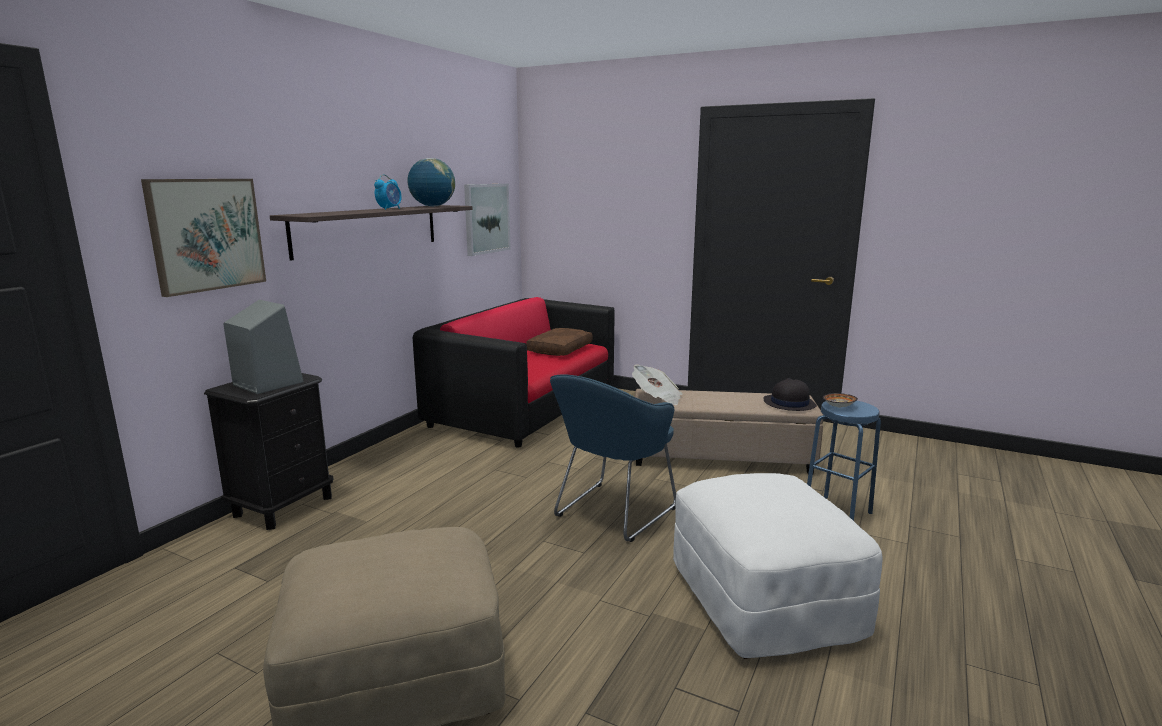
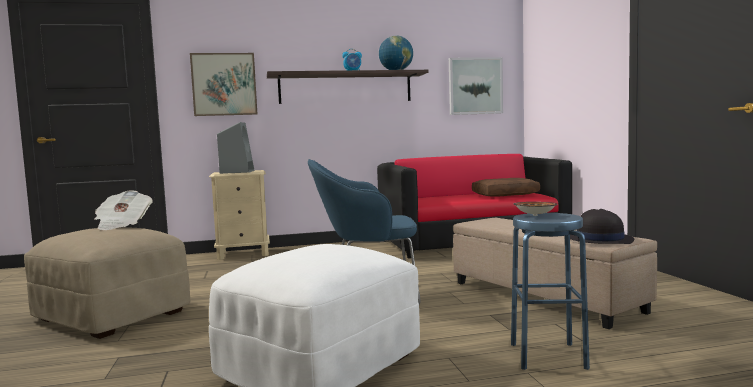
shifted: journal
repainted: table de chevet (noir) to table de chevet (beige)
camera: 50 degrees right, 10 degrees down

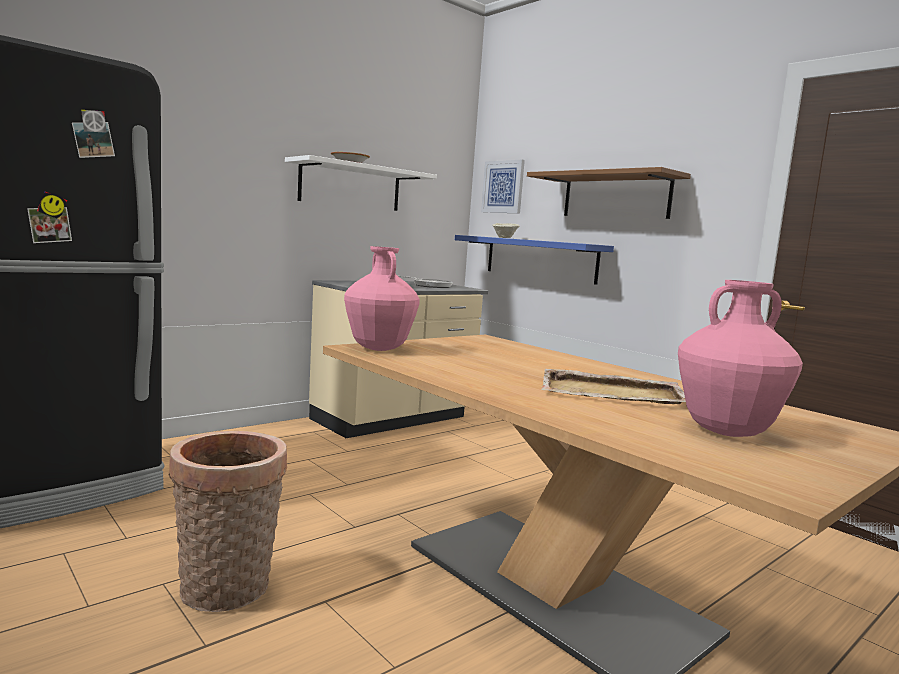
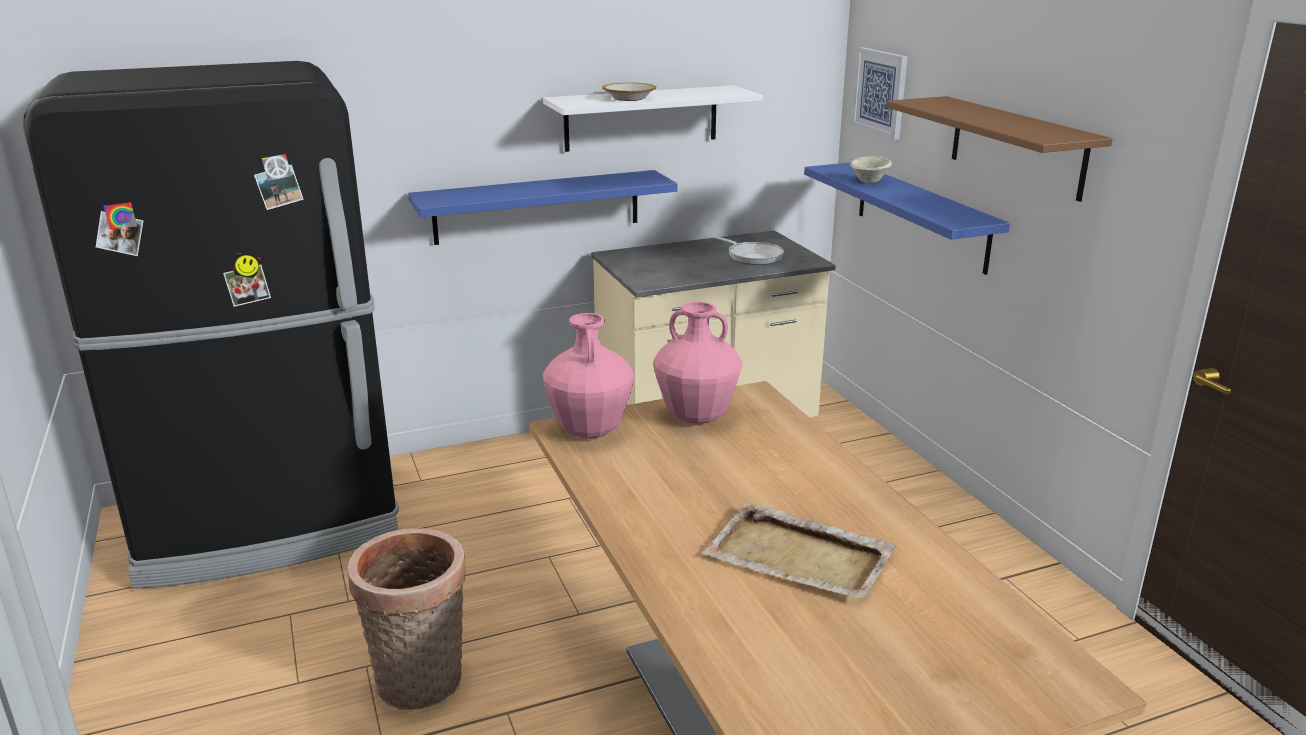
new: étagère (bleu) (no. 1 from left)
shifted: vase (rose) (no. 2 from left)
camera: 20 degrees right, 15 degrees up

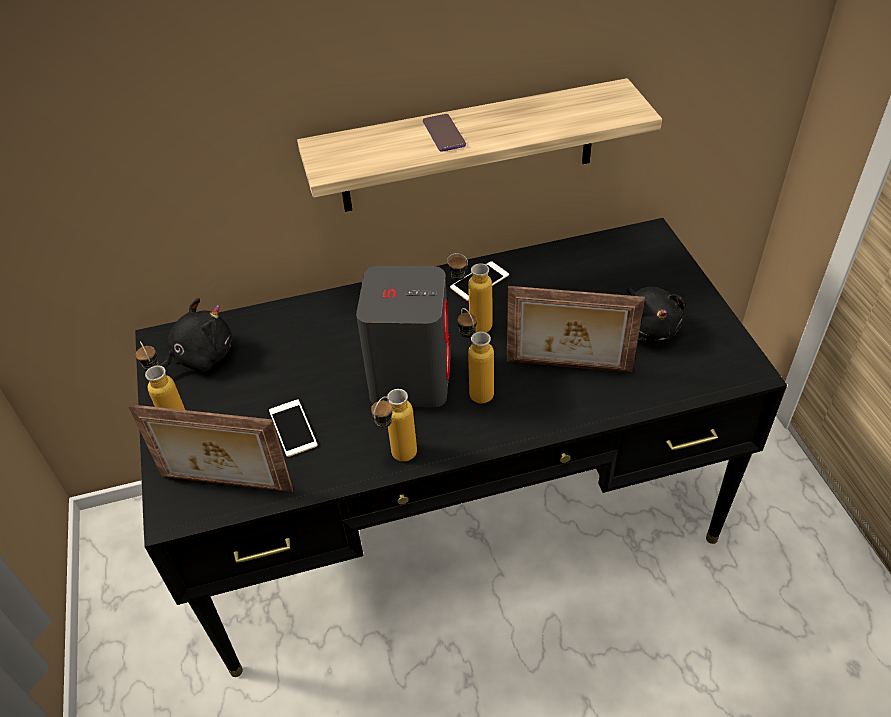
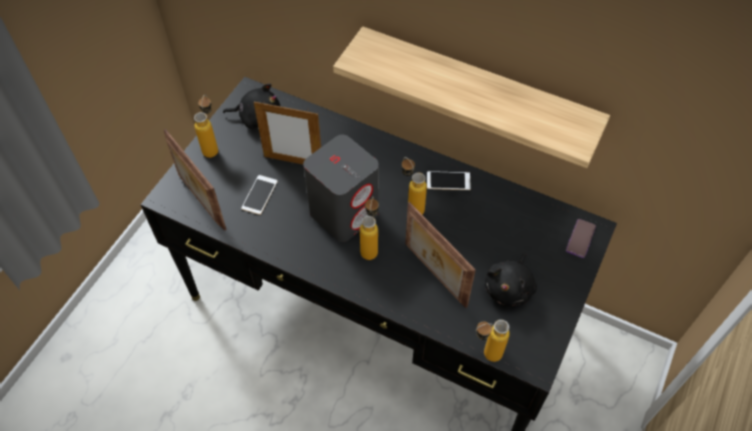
new: cadre photo (no. 2 from left)
shifted: bouteille (no. 2 from left in the first image) to bouteille (no. 4 from left); téléphone (no. 2 from left in the first image) to téléphone (no. 3 from left)
camera: 40 degrees right, 10 degrees up

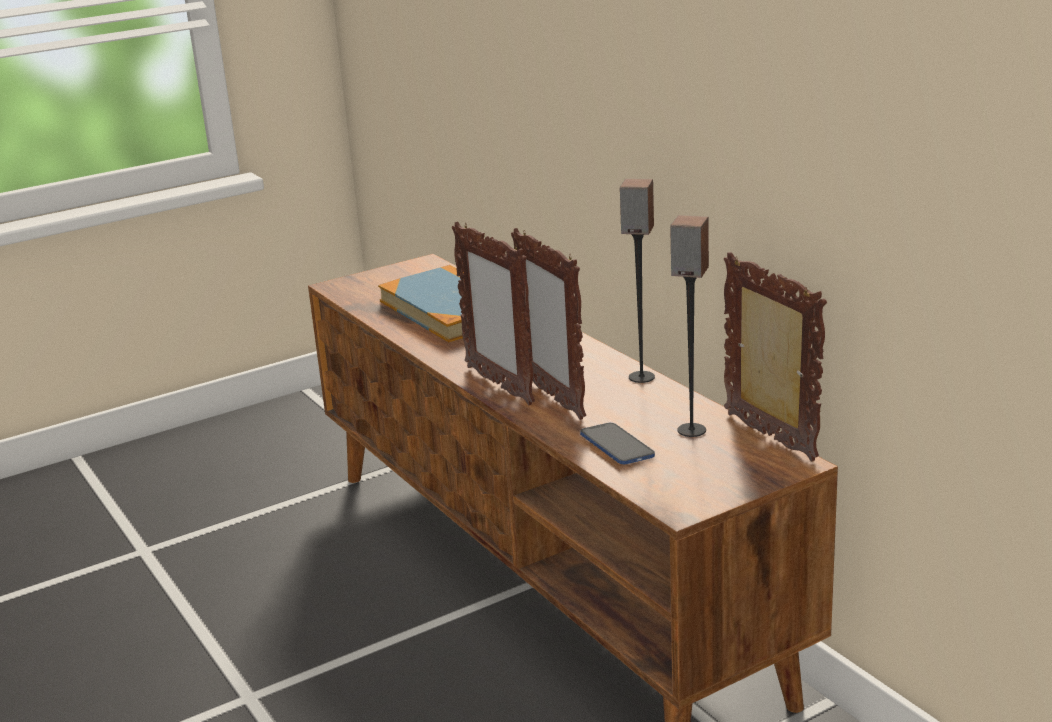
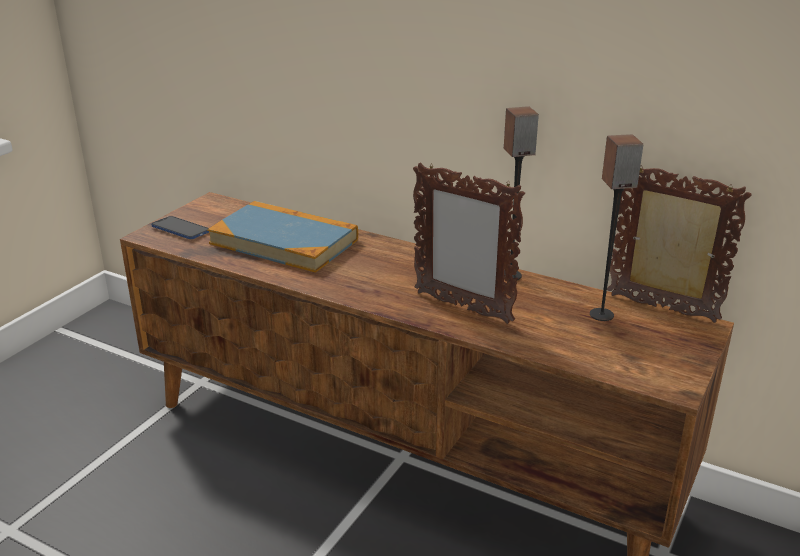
gone: cadre photo (no. 1 from left)
shifted: téléphone
camera: 30 degrees left, 5 degrees up

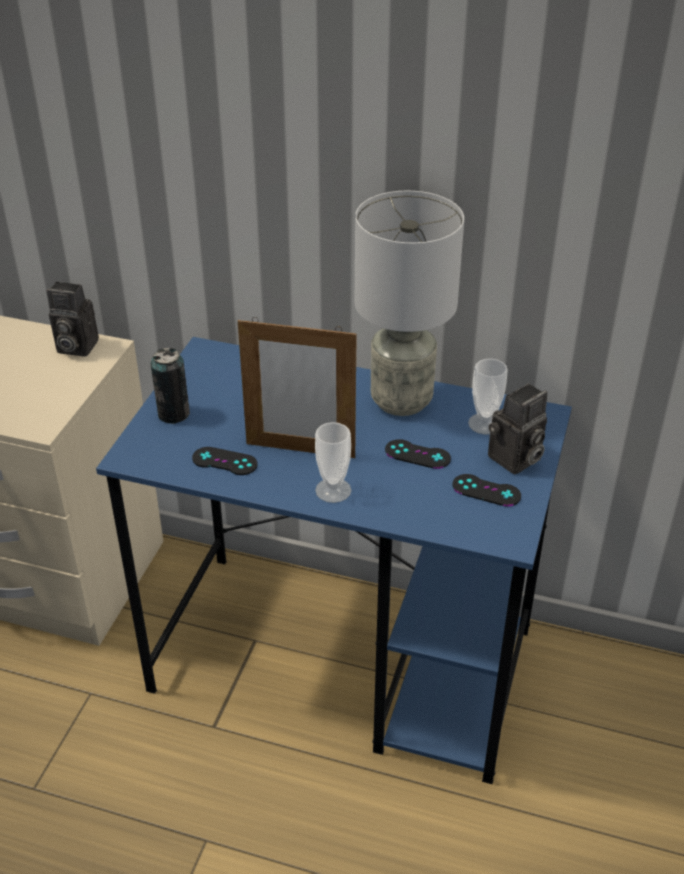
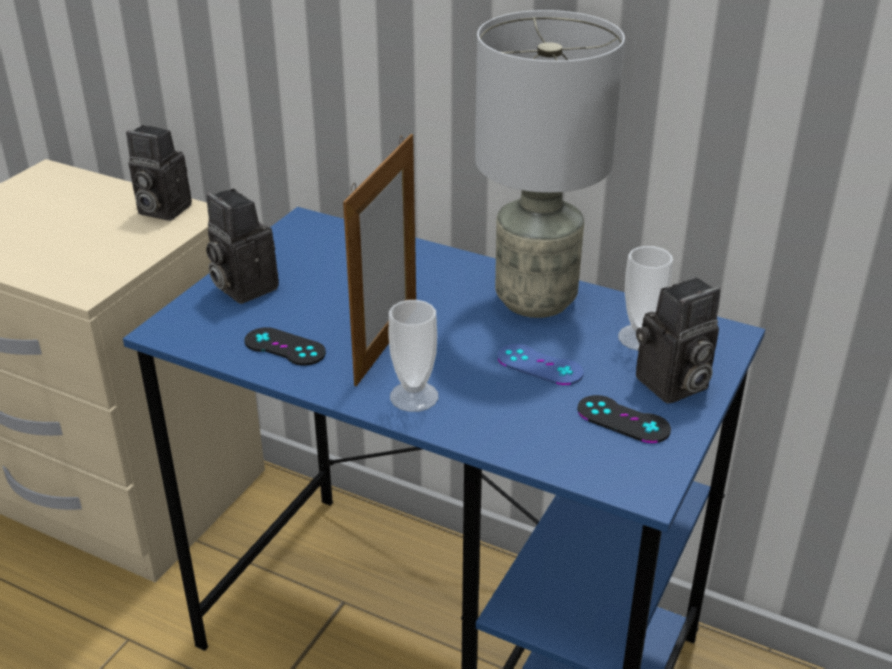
swapped: boîte métallique to appareil photo (no. 2 from left)
repainted: manette (noir) (no. 2 from left) to manette (bleu)
rotated: cadre photo 90 degrees counterclockwise
camera: 10 degrees right, 5 degrees down

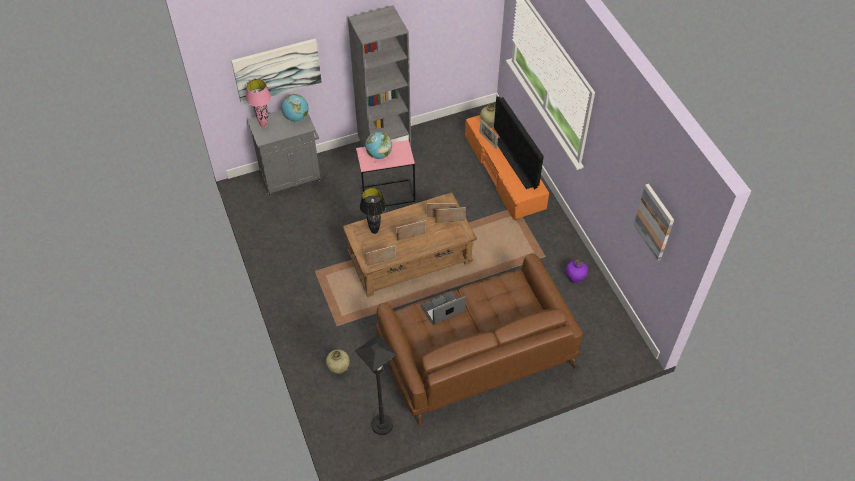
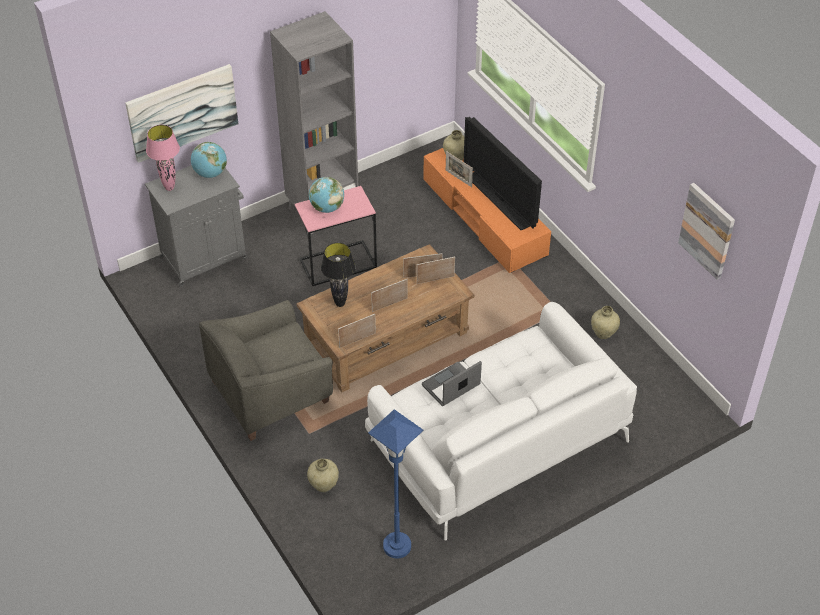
new: fauteuil (gris)
repainted: lampadaire (noir) to lampadaire (bleu); canapé (marron) to canapé (blanc); vase (violet) to vase (beige) (no. 3 from left)
camera: 10 degrees left, 5 degrees down

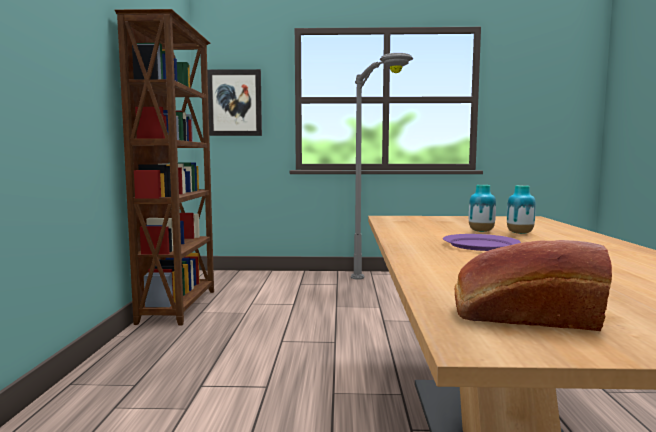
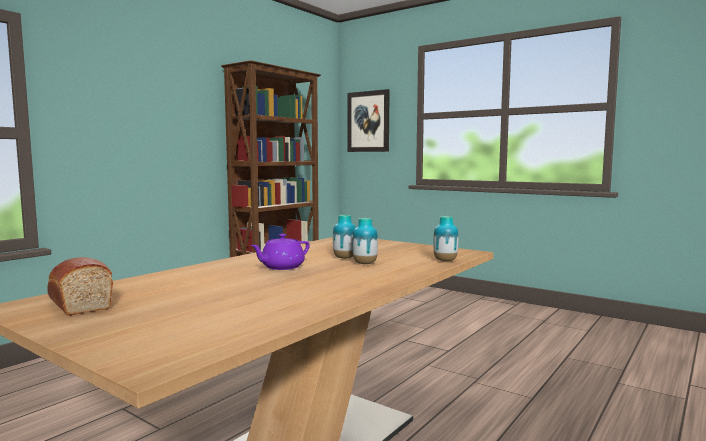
gone: lampadaire (gris)
new: vase (no. 3 from left)
swapped: assiette (violet) to théière (violet)
camera: 35 degrees right, 0 degrees up

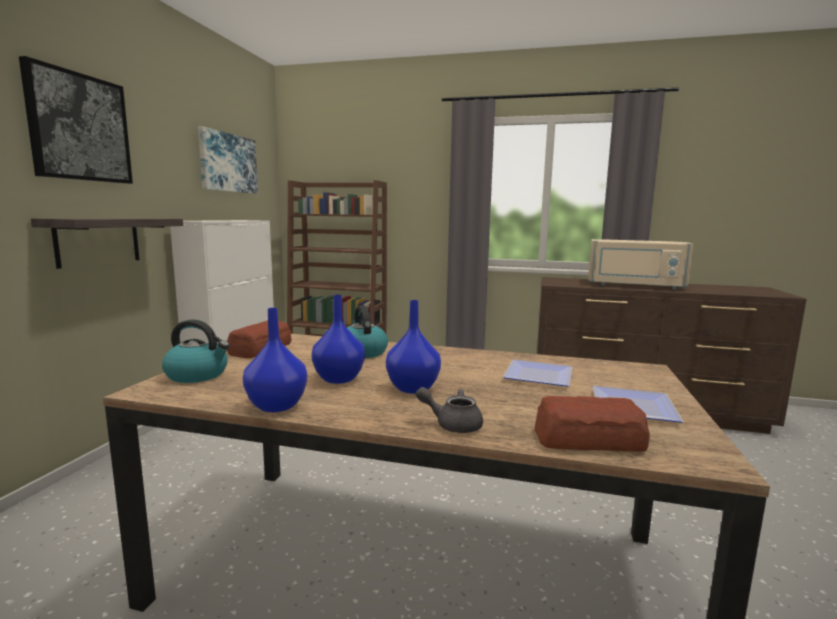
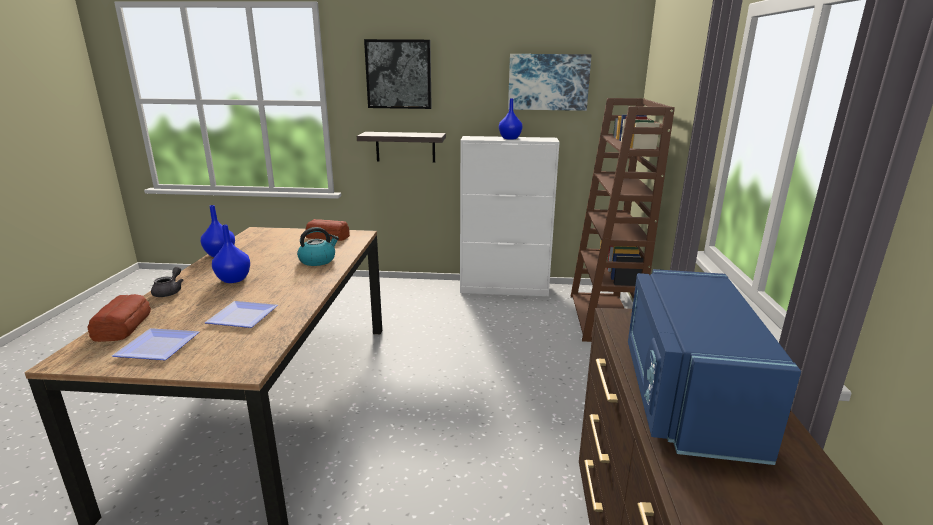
gone: bouilloire (no. 1 from left)
shifted: vase (bleu) (no. 2 from left in the first image) to vase (bleu) (no. 3 from left)
repainted: micro-ondes (beige) to micro-ondes (bleu)
camera: 80 degrees right, 10 degrees up

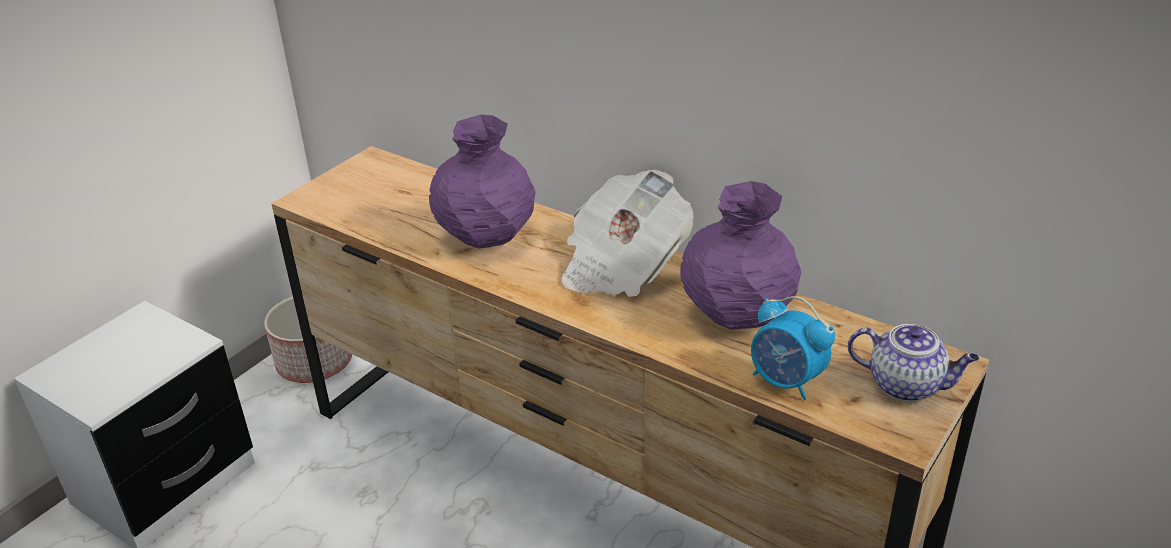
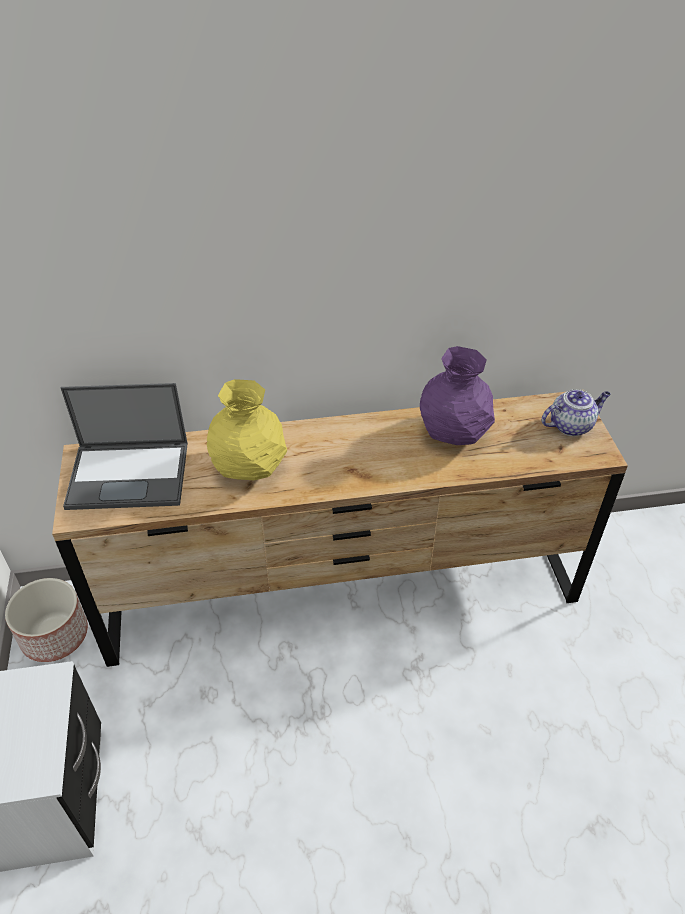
gone: journal; réveil
new: ordinateur portable
repainted: vase (violet) (no. 1 from left) to vase (jaune)
camera: 45 degrees left, 10 degrees up

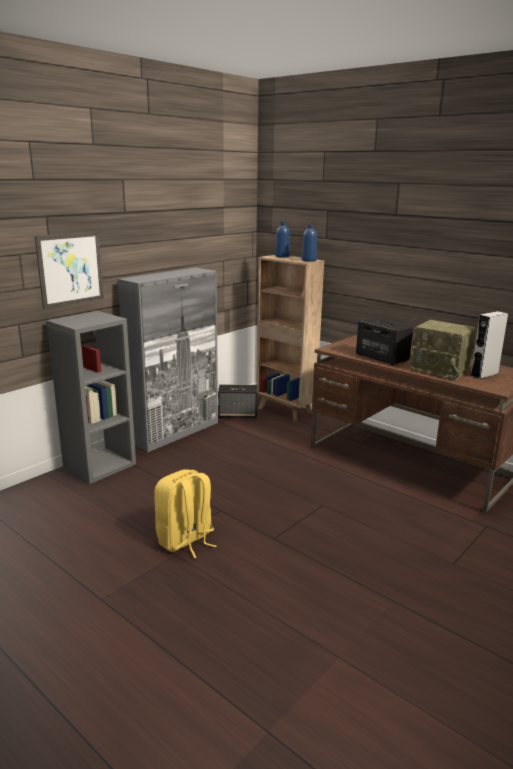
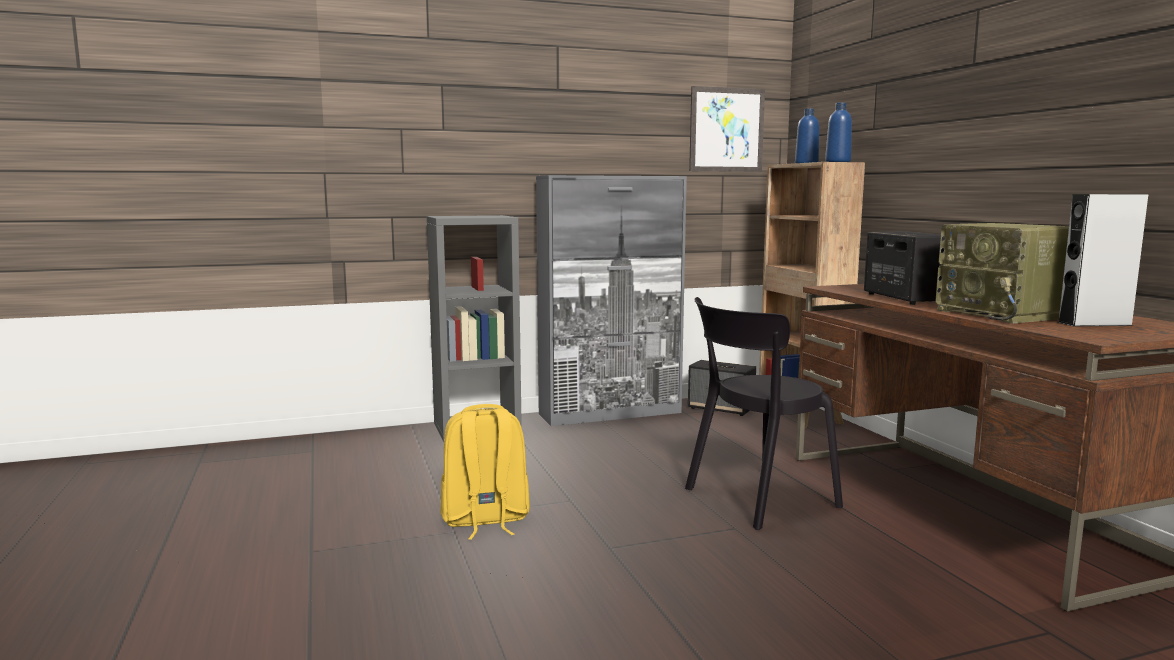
new: chaise (noir)
shifted: tableau
camera: 30 degrees right, 10 degrees down

